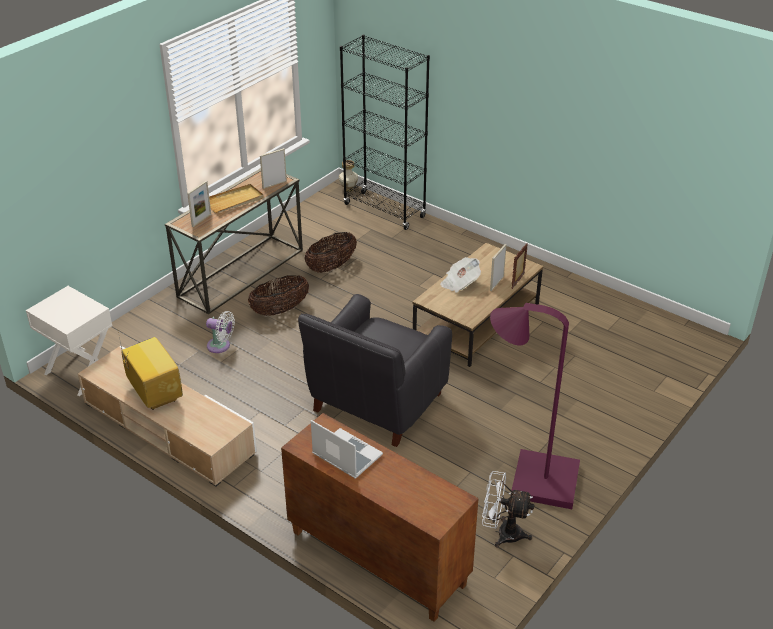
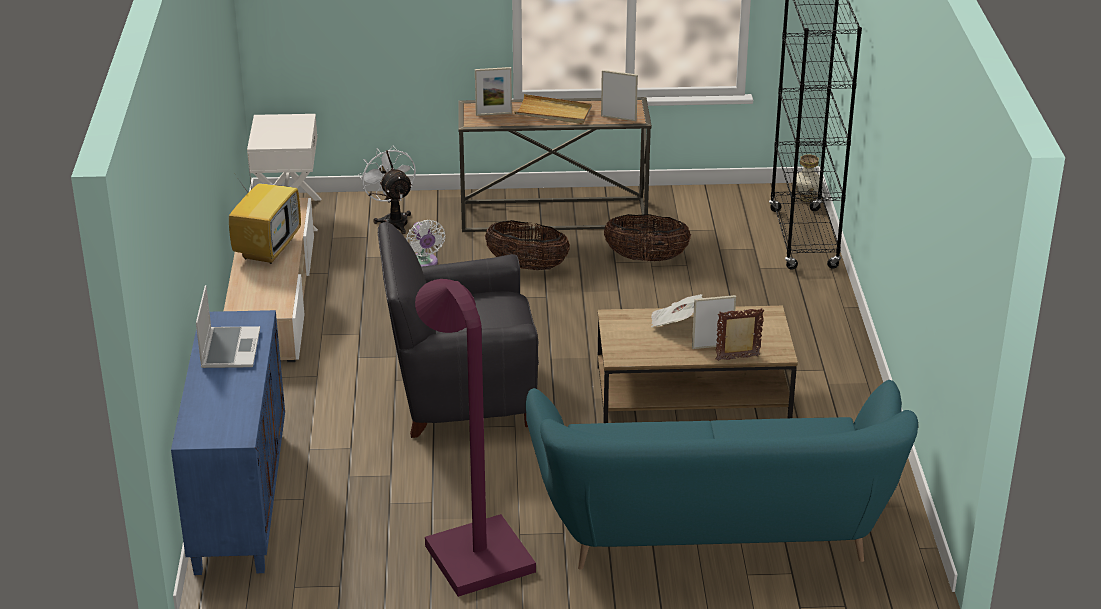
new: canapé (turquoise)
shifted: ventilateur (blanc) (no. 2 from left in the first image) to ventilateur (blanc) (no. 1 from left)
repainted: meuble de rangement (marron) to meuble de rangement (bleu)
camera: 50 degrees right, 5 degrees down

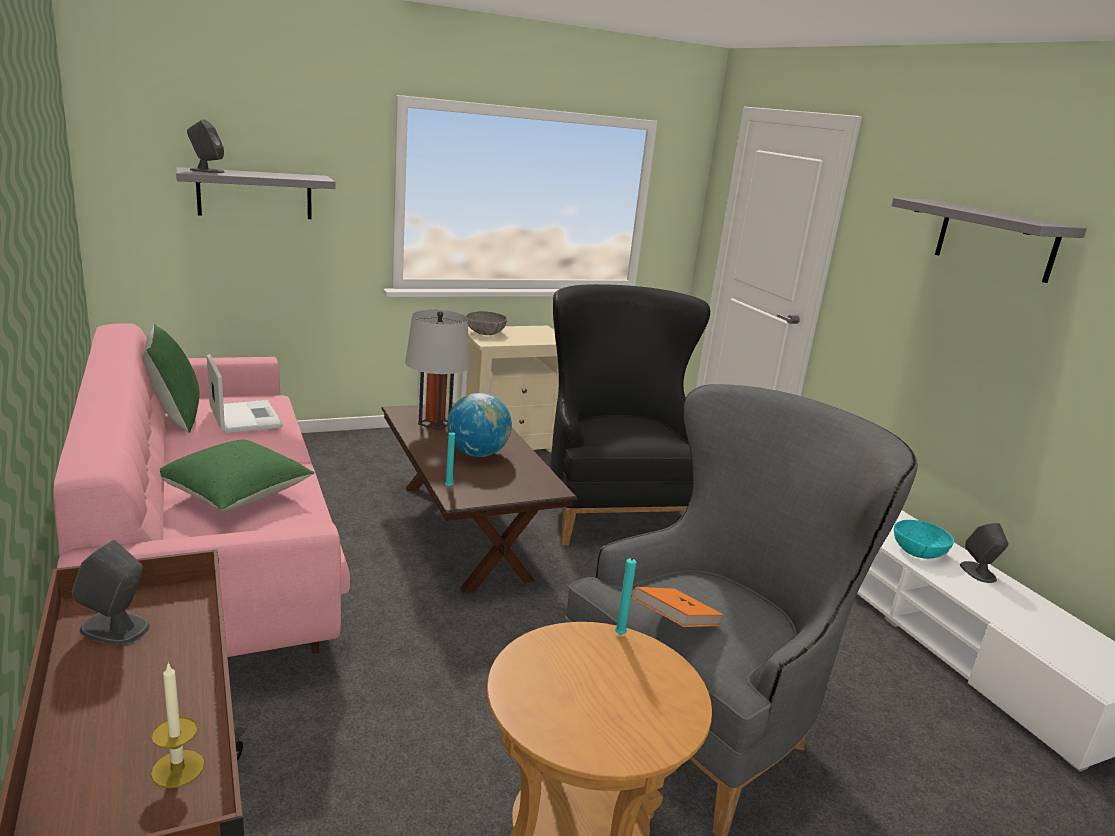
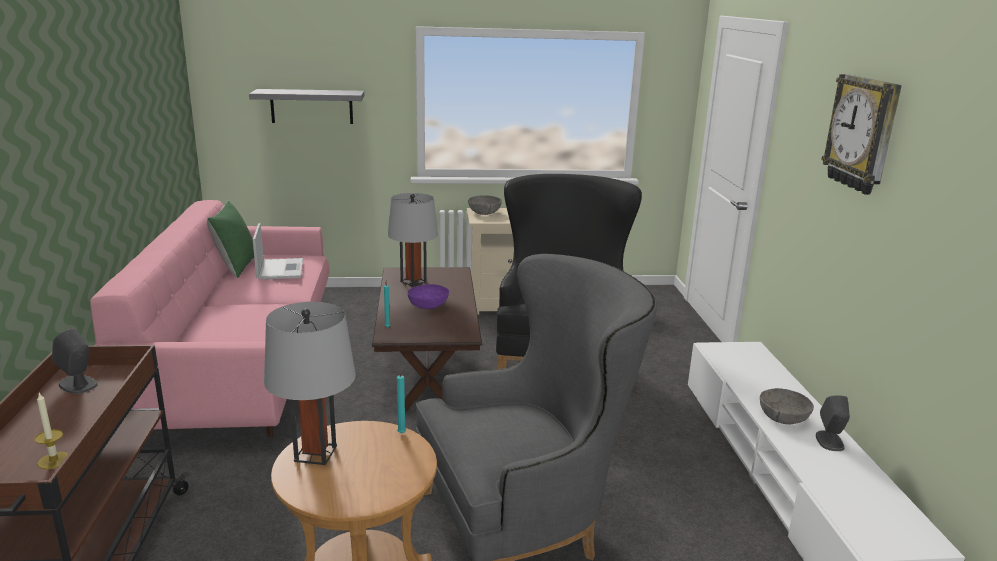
gone: coussin (vert) (no. 2 from left); enceinte (gris) (no. 2 from left); livre (orange)
new: lampe de table (gris) (no. 1 from left)
swapped: globe to bol (violet); étagère (gris) (no. 2 from left) to horloge murale
repainted: bol (turquoise) to bol (gris) (no. 2 from left)
camera: 20 degrees right, 0 degrees up

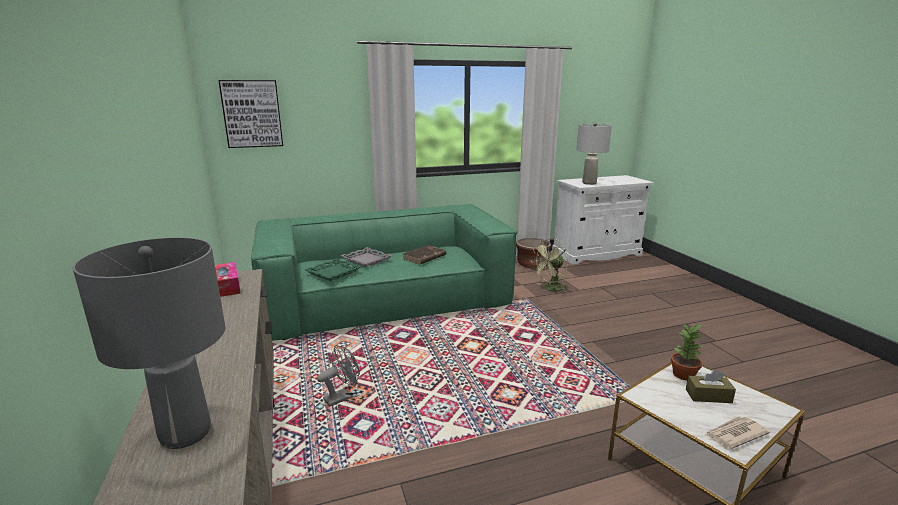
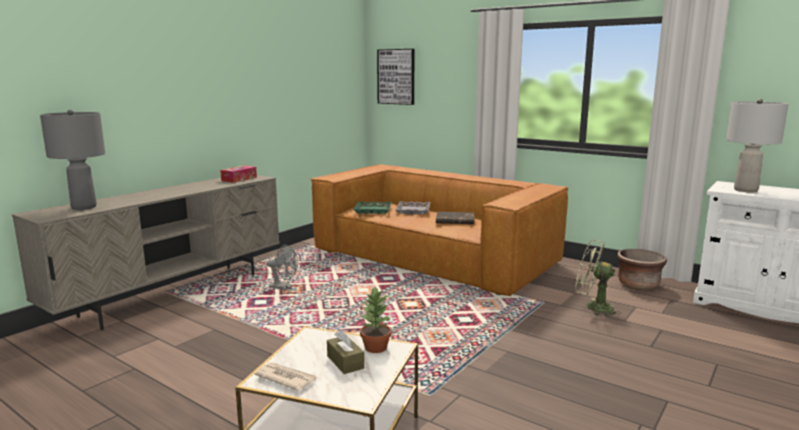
repainted: canapé (vert) to canapé (marron)
camera: 55 degrees right, 5 degrees down

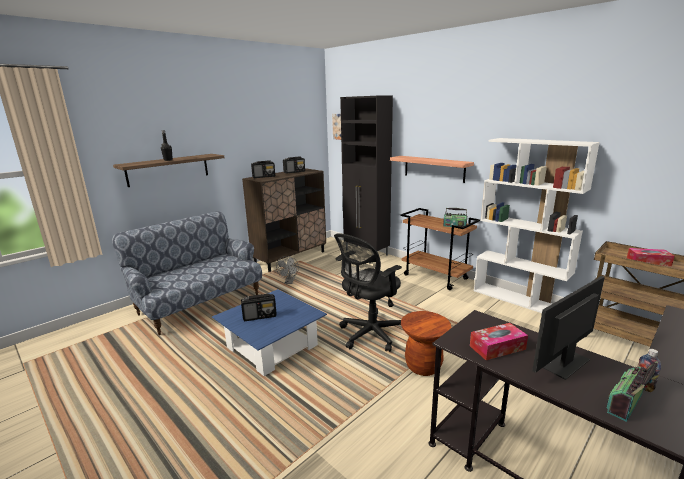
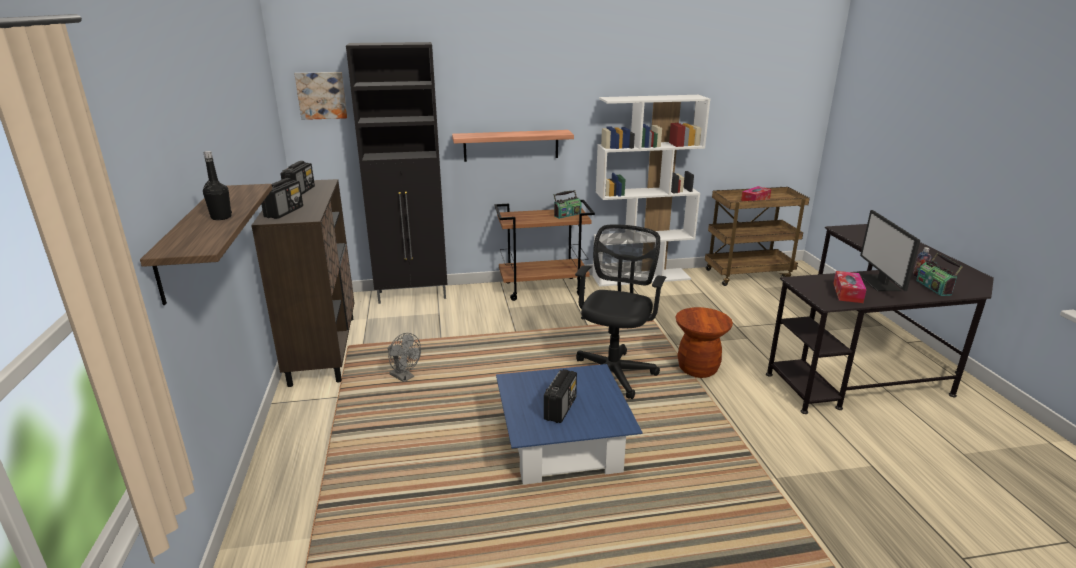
gone: canapé
rotated: chaise de bureau (noir) 150 degrees counterclockwise
camera: 55 degrees left, 5 degrees up

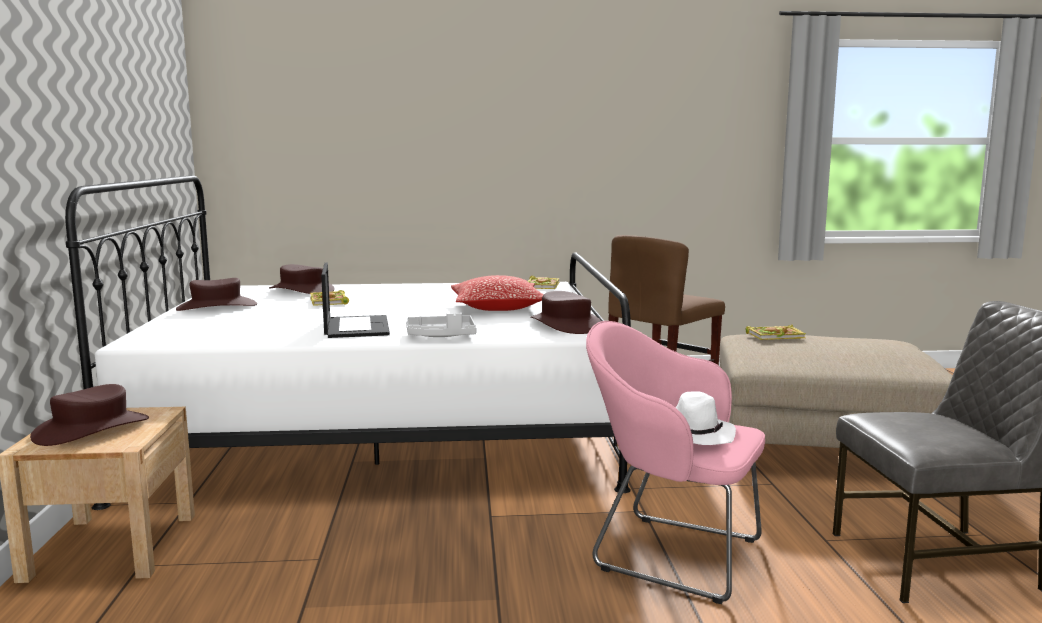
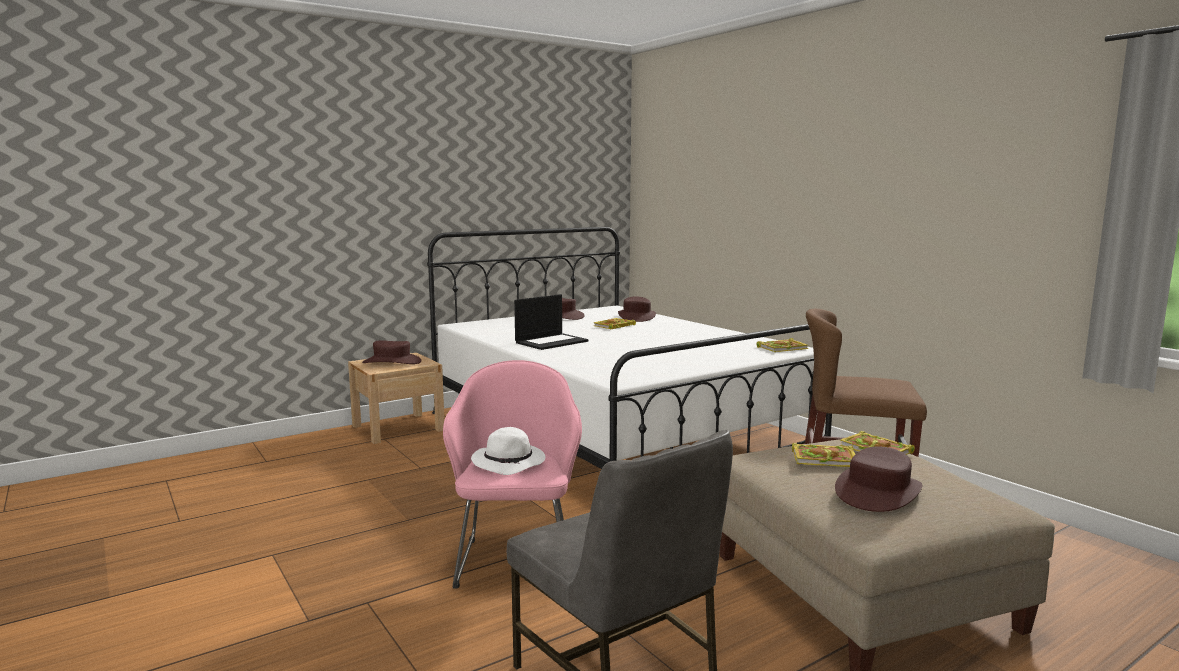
gone: plateau (gris); coussin
new: livre (no. 3 from left)
shifted: chapeau (marron) (no. 4 from left)
camera: 60 degrees right, 0 degrees up

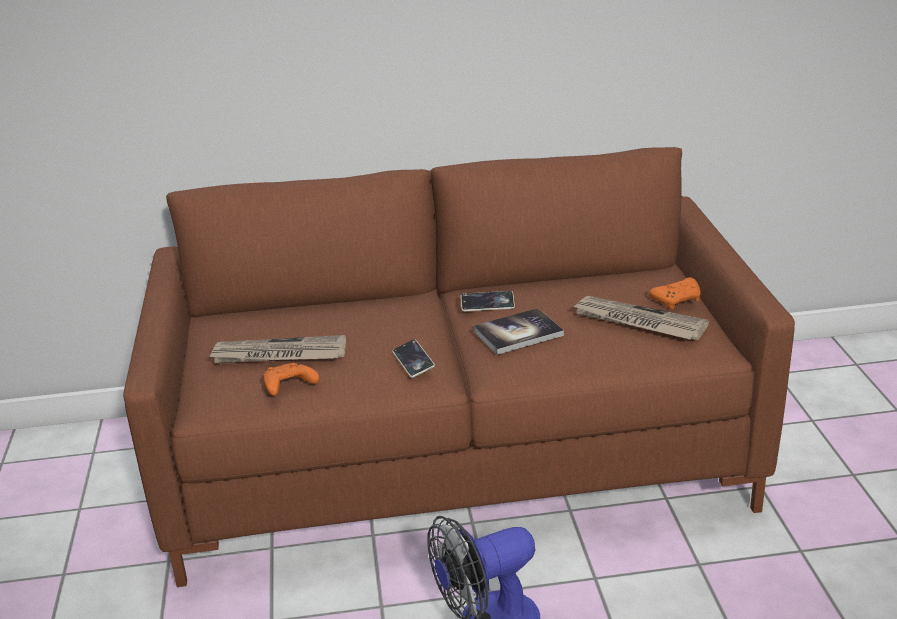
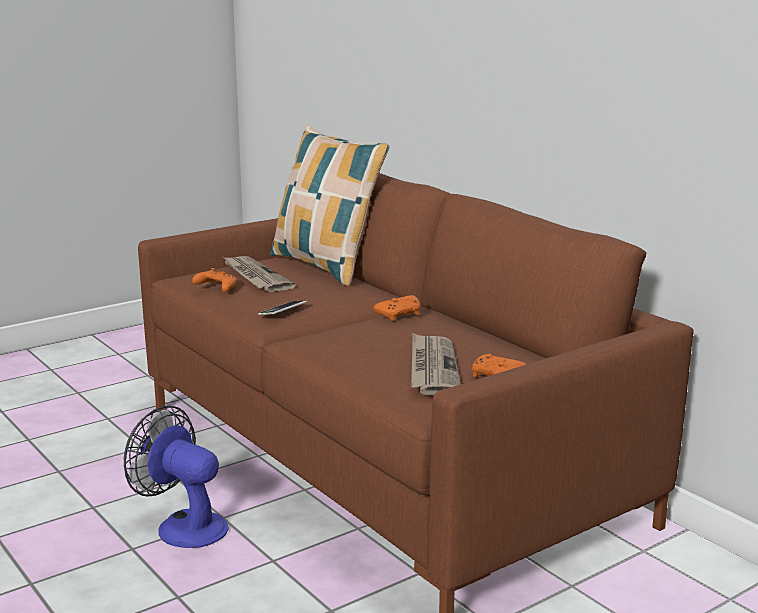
gone: livre
new: coussin
swapped: téléphone (no. 2 from left) to manette (orange) (no. 2 from left)
camera: 60 degrees right, 10 degrees down

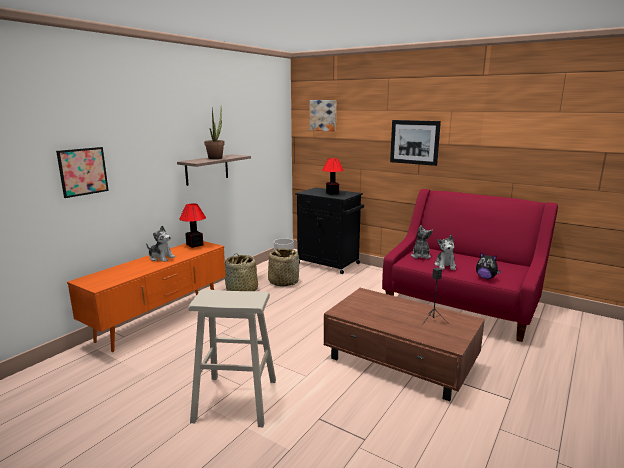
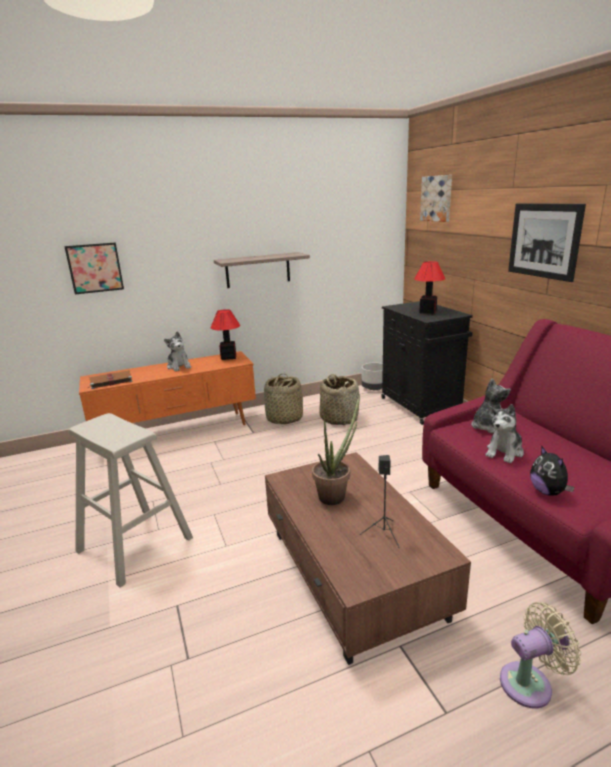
new: livre (marron); ventilateur (beige)
shifted: plante en pot
camera: 35 degrees right, 5 degrees up

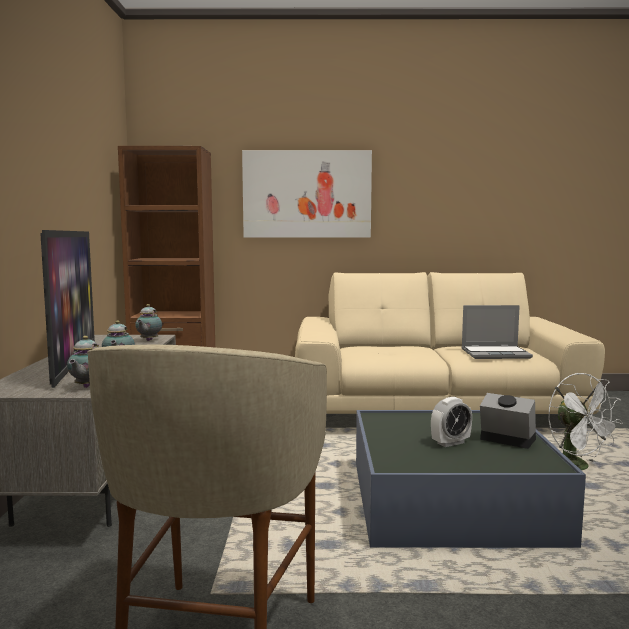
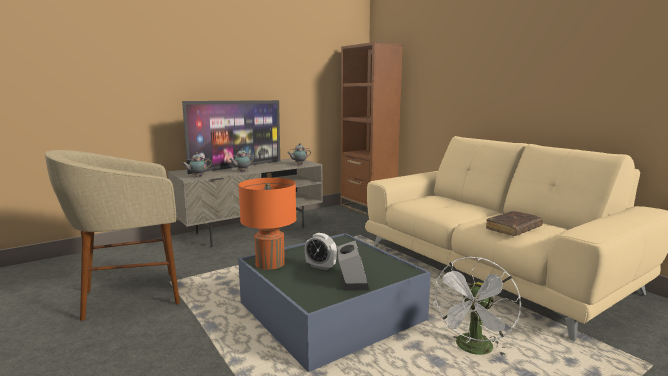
gone: tableau
new: lampe de table (orange)
swapped: ordinateur portable to livre (marron)
camera: 55 degrees right, 5 degrees up

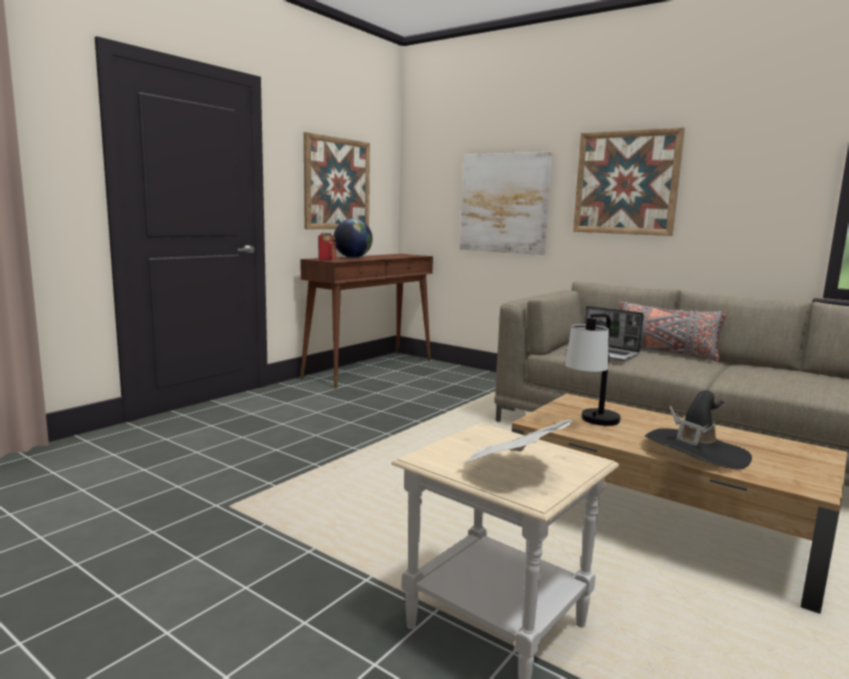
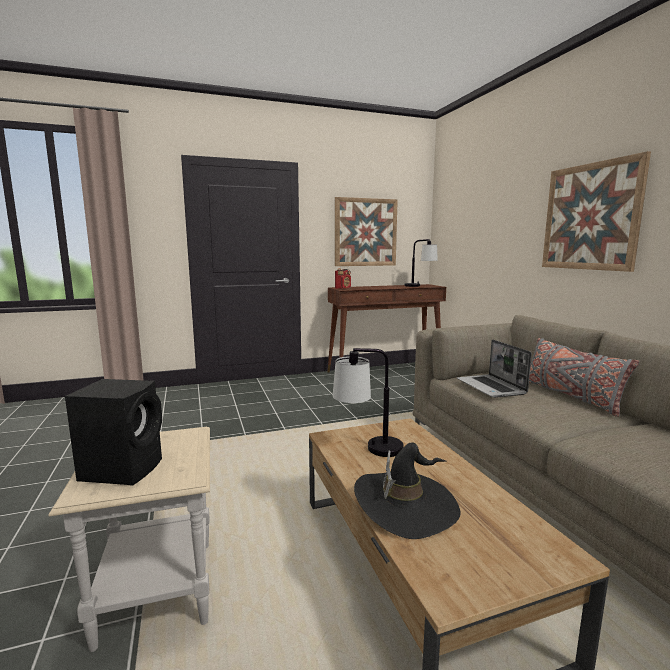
gone: globe; tableau (no. 2 from left)
new: lampe de table (no. 2 from left)
swapped: journal to enceinte (noir)
camera: 35 degrees right, 0 degrees up

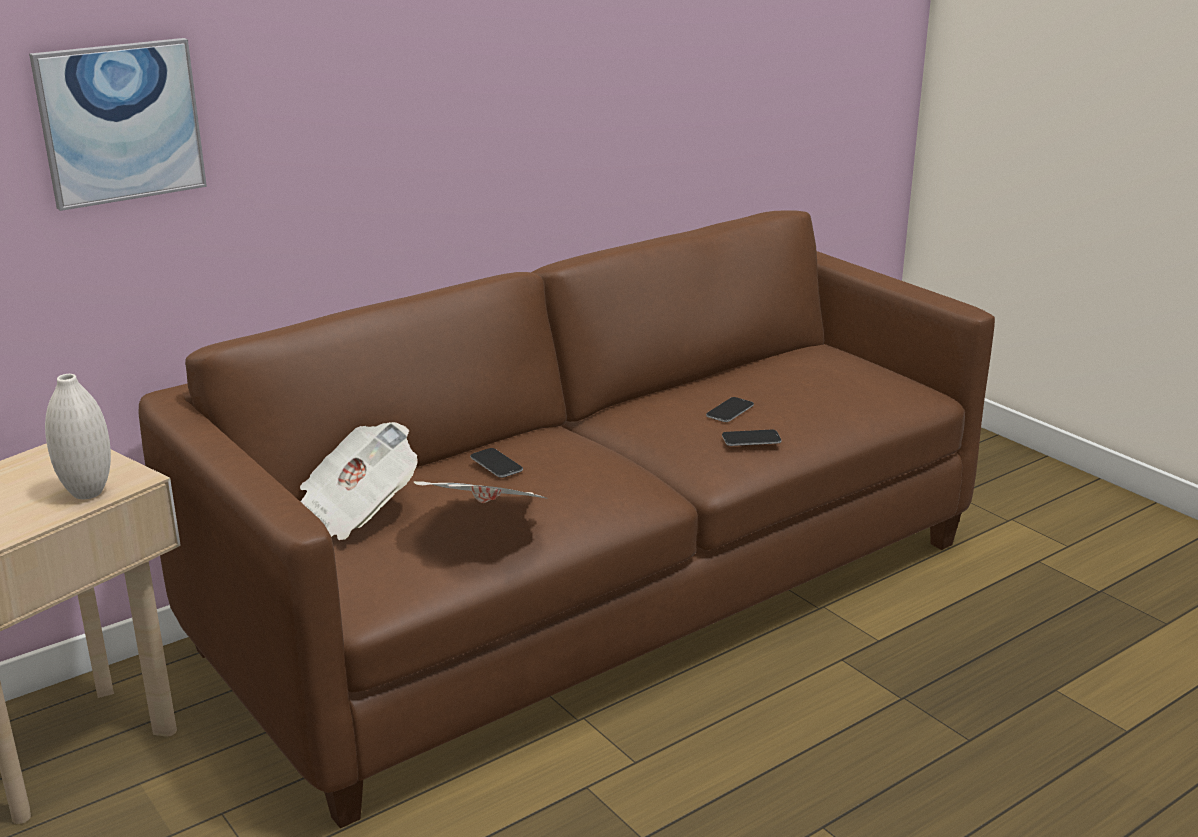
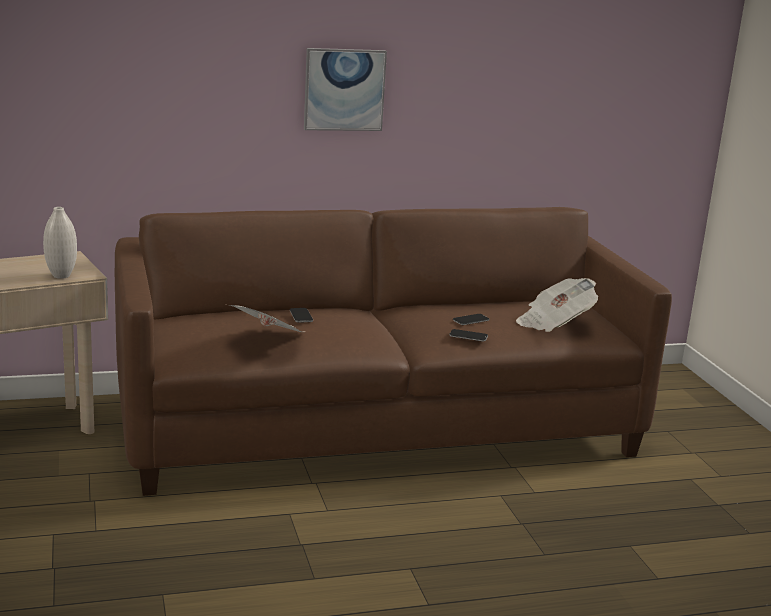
shifted: tableau; journal (no. 1 from left in the first image) to journal (no. 2 from left)
camera: 20 degrees right, 5 degrees down

